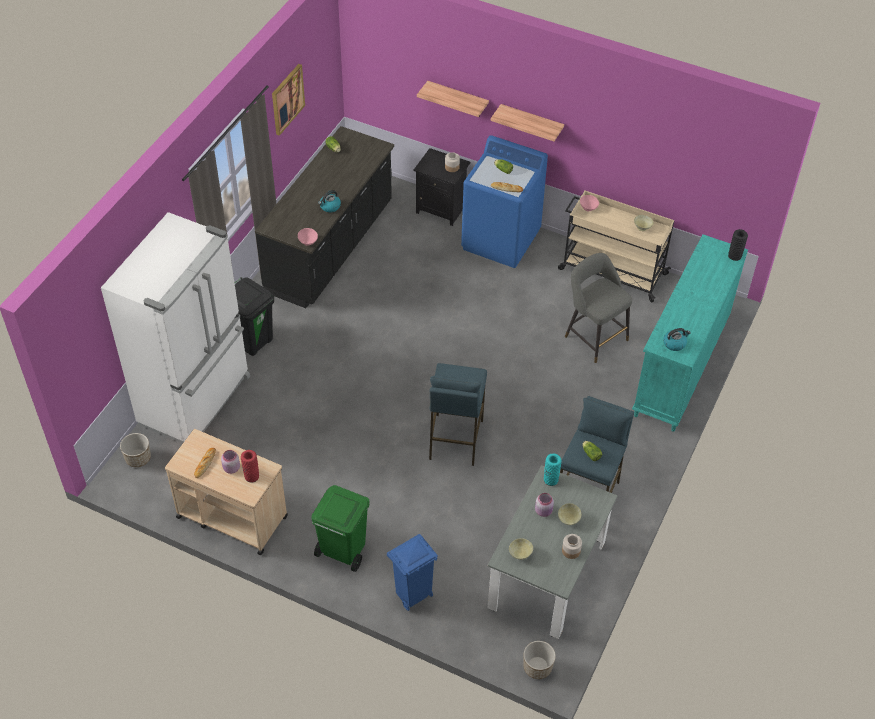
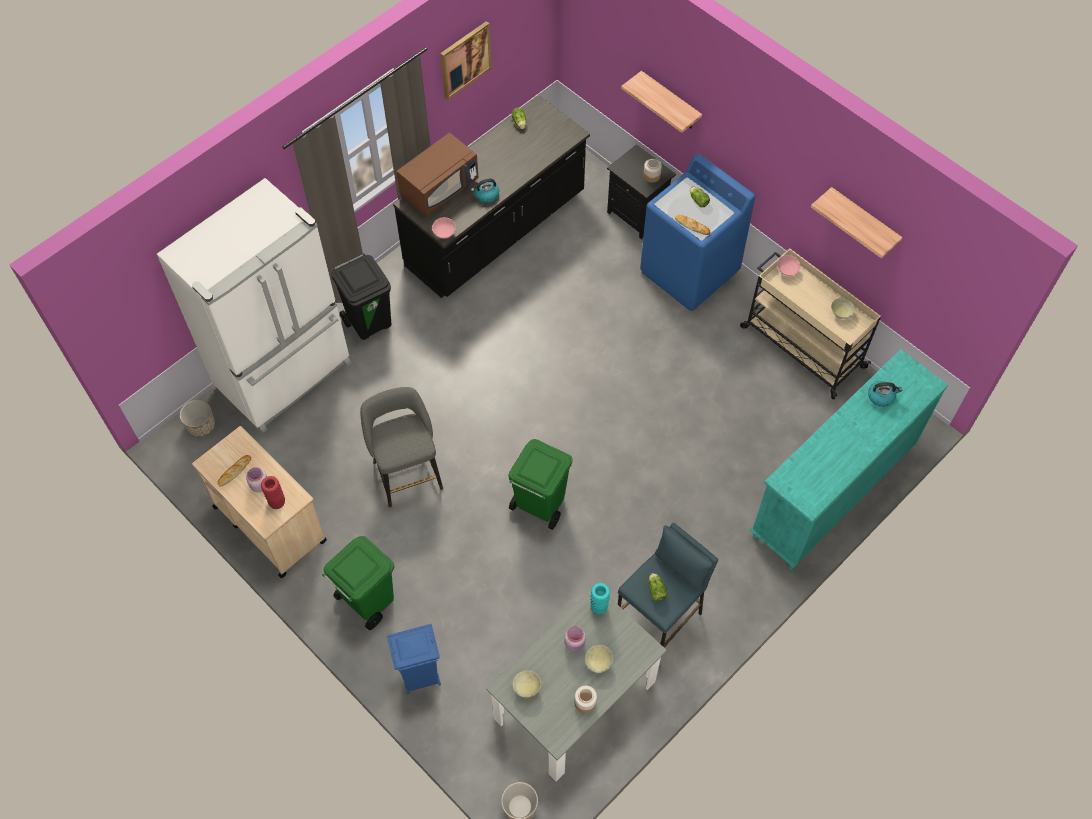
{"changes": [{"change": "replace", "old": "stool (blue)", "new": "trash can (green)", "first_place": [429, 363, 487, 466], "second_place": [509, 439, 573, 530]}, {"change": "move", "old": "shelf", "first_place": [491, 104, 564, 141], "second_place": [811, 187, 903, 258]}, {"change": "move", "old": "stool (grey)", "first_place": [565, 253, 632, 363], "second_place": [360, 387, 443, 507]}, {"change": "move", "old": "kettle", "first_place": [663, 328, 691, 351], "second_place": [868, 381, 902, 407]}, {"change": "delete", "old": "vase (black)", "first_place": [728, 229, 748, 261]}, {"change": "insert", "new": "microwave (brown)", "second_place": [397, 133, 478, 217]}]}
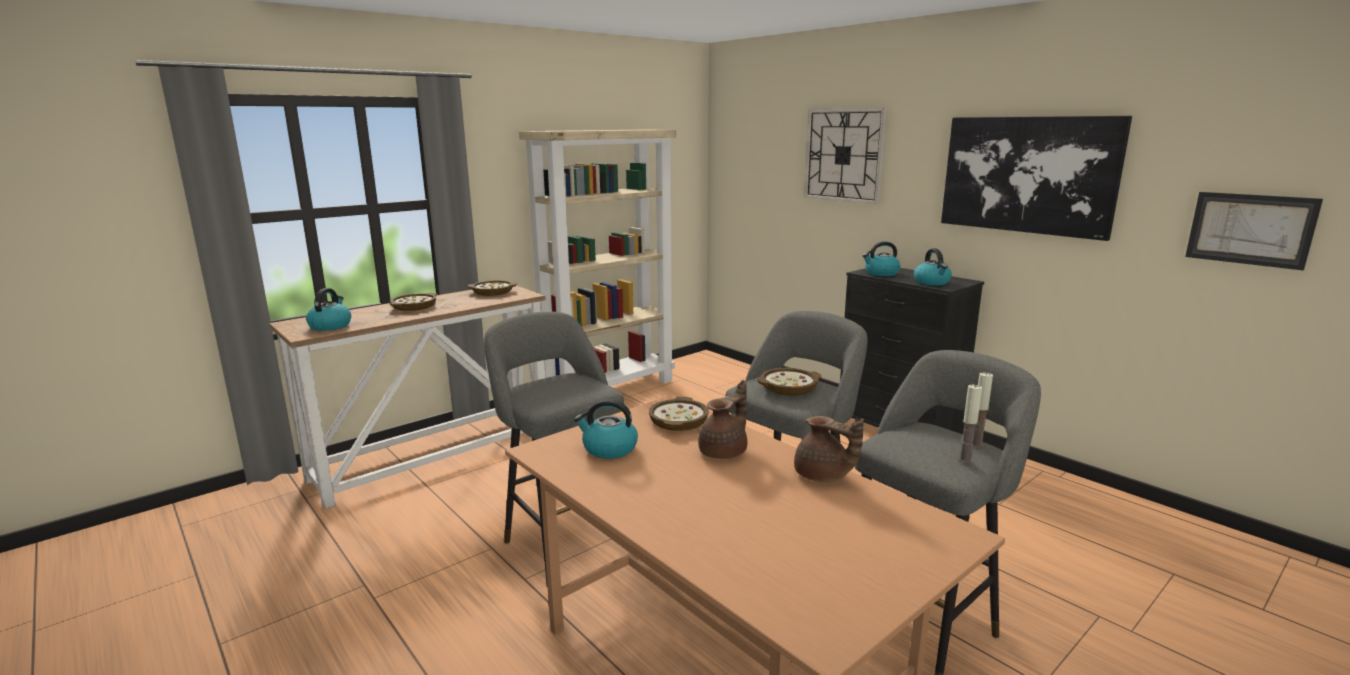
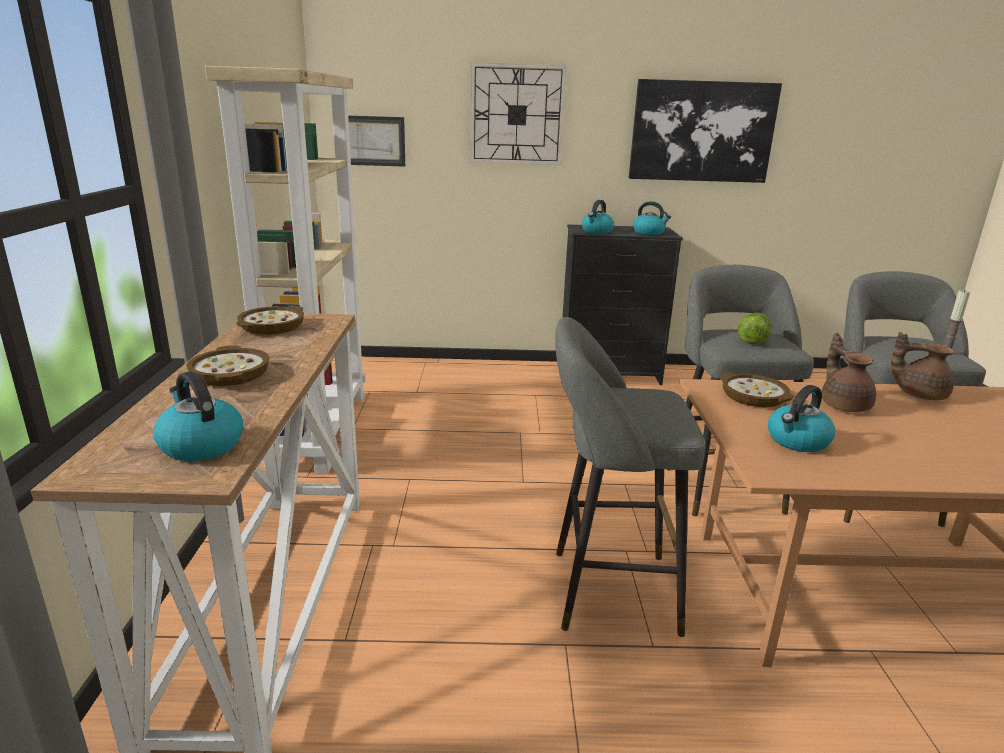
{"changes": [{"change": "replace", "old": "bowl", "new": "lettuce", "first_place": [757, 368, 822, 396], "second_place": [738, 313, 772, 345]}, {"change": "rotate", "old": "teapot (brown)", "first_place": [794, 416, 864, 482], "second_place": [891, 332, 955, 400], "degrees": -150}, {"change": "delete", "old": "candle", "first_place": [973, 372, 993, 448]}, {"change": "move", "old": "picture", "first_place": [1185, 192, 1323, 270], "second_place": [348, 116, 405, 167]}]}
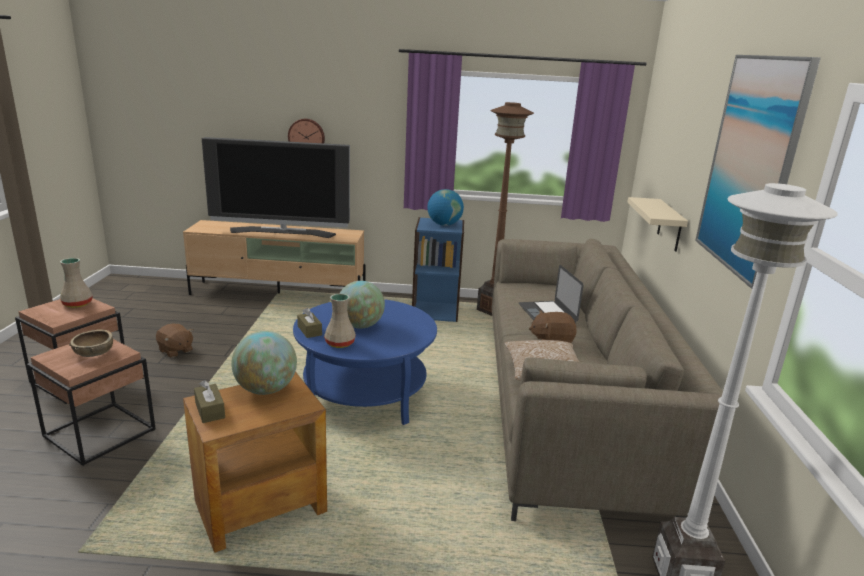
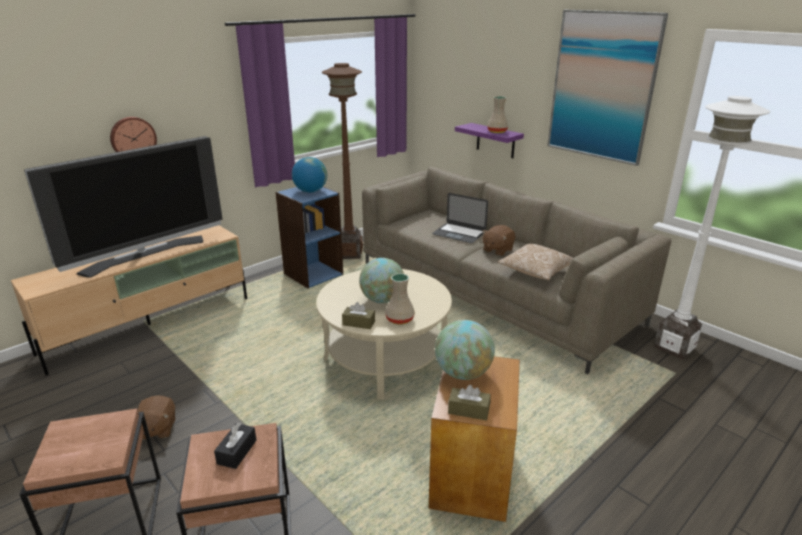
{"changes": [{"change": "move", "old": "vase (beige)", "first_place": [60, 258, 93, 308], "second_place": [487, 96, 508, 133]}, {"change": "replace", "old": "bowl (brown)", "new": "tissue box (black)", "first_place": [69, 329, 113, 357], "second_place": [214, 423, 256, 469]}, {"change": "rotate", "old": "plush toy (brown)", "first_place": [156, 324, 193, 358], "second_place": [138, 395, 175, 440], "degrees": 90}, {"change": "recolor", "old": "coffee table (blue)", "new": "coffee table (beige)", "first_place": [293, 299, 437, 425], "second_place": [316, 269, 452, 399]}, {"change": "recolor", "old": "shelf (beige)", "new": "shelf (purple)", "first_place": [627, 197, 688, 252], "second_place": [455, 123, 524, 158]}]}
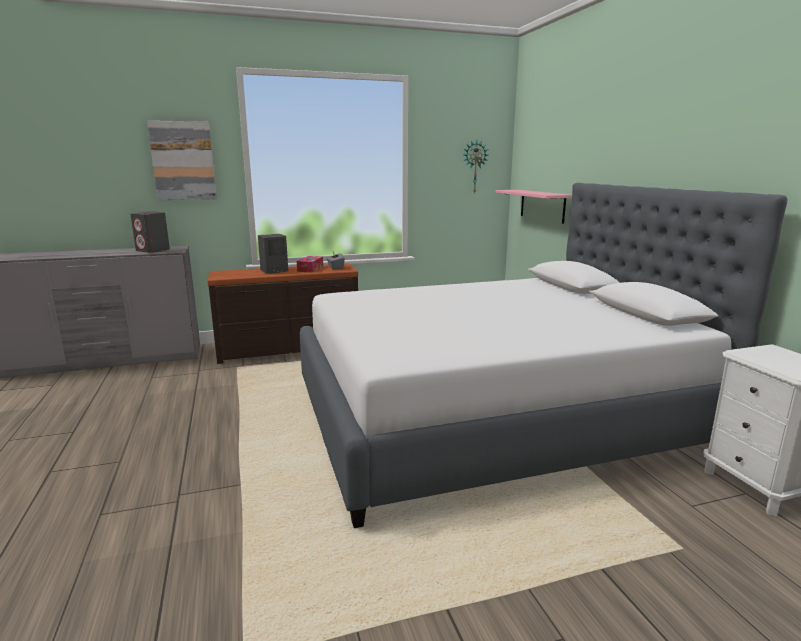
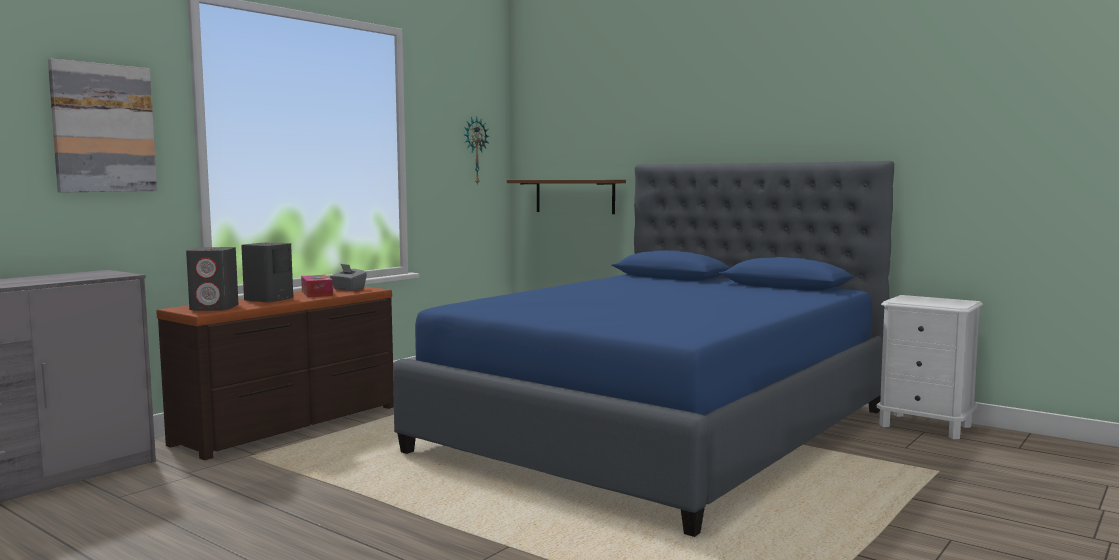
{"changes": [{"change": "move", "old": "speaker (grey)", "first_place": [130, 211, 170, 253], "second_place": [186, 247, 239, 311]}, {"change": "recolor", "old": "bed (white)", "new": "bed (blue)", "first_place": [300, 183, 787, 528], "second_place": [393, 161, 894, 537]}, {"change": "recolor", "old": "shelf (pink)", "new": "shelf (brown)", "first_place": [496, 190, 572, 224], "second_place": [507, 180, 626, 214]}]}
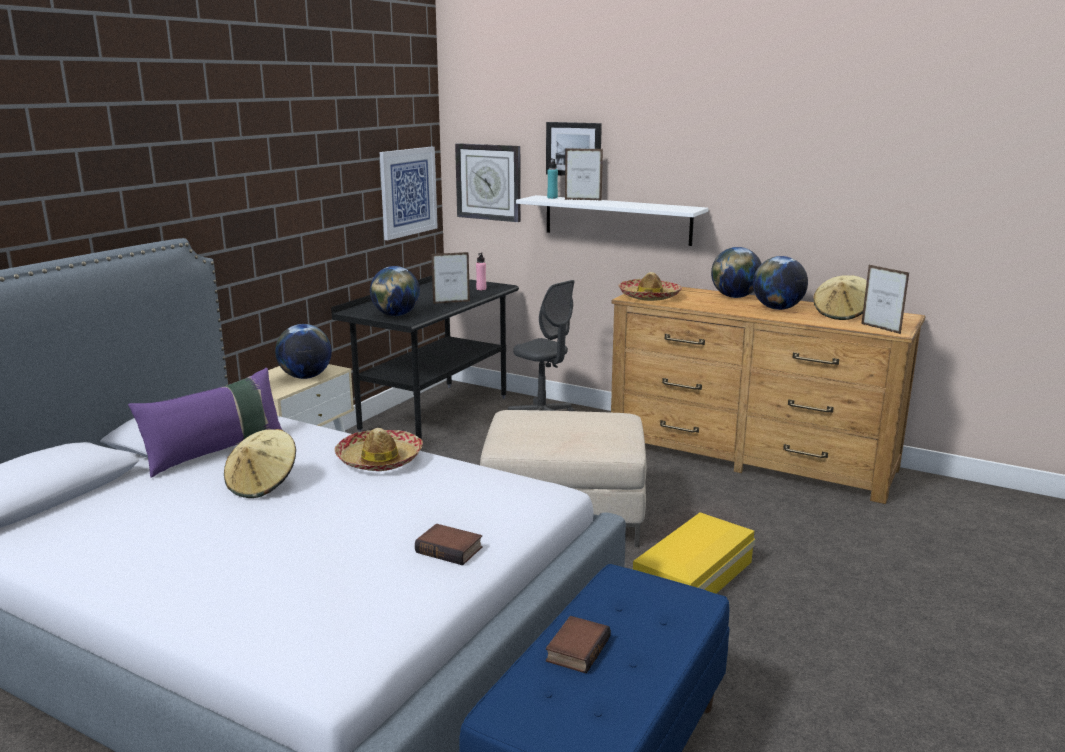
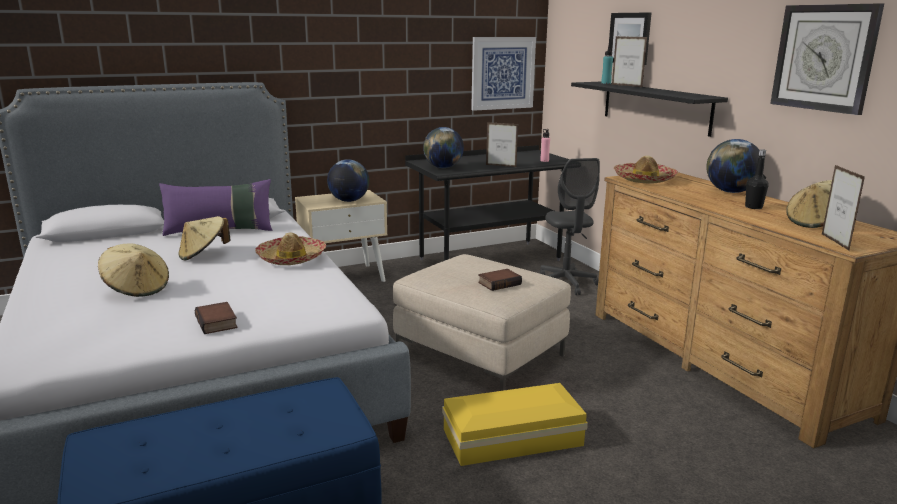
{"changes": [{"change": "move", "old": "wall clock", "first_place": [455, 143, 521, 222], "second_place": [770, 3, 884, 115]}, {"change": "recolor", "old": "shelf (white)", "new": "shelf (black)", "first_place": [516, 195, 708, 246], "second_place": [571, 82, 728, 137]}, {"change": "move", "old": "book", "first_place": [546, 616, 611, 674], "second_place": [478, 269, 522, 291]}, {"change": "replace", "old": "globe", "new": "bottle (black)", "first_place": [753, 256, 808, 310], "second_place": [745, 149, 769, 209]}, {"change": "insert", "new": "hat (beige)", "second_place": [98, 243, 169, 297]}]}
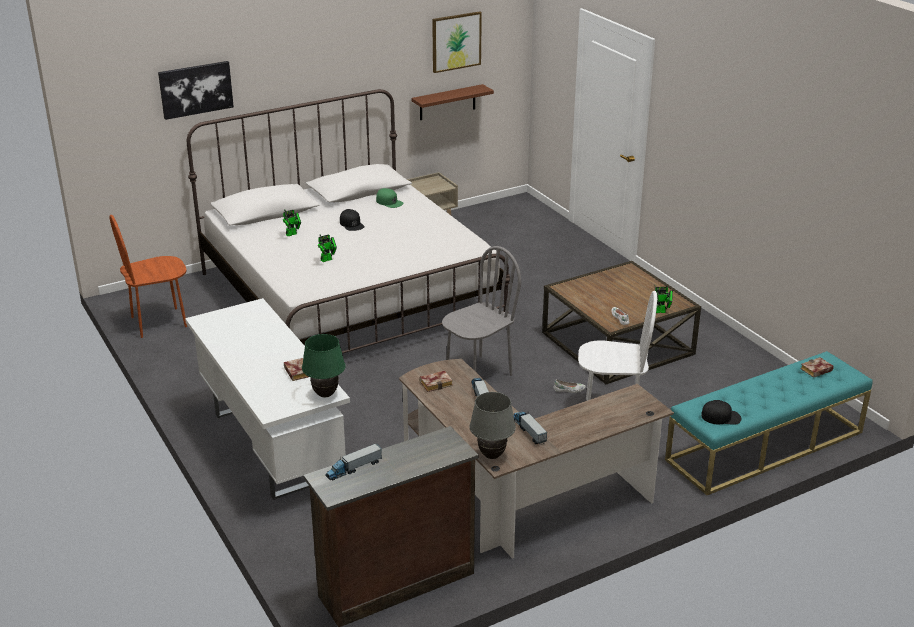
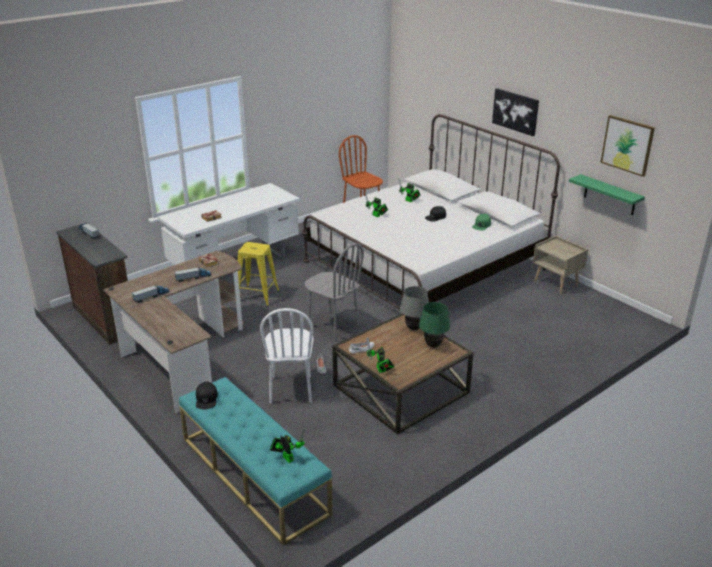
{"changes": [{"change": "move", "old": "picture", "first_place": [158, 61, 234, 120], "second_place": [492, 88, 539, 136]}, {"change": "move", "old": "table lamp (green)", "first_place": [302, 334, 346, 398], "second_place": [419, 302, 450, 348]}, {"change": "recolor", "old": "shelf (brown)", "new": "shelf (green)", "first_place": [411, 84, 494, 120], "second_place": [569, 174, 645, 215]}, {"change": "move", "old": "table lamp (grey)", "first_place": [469, 392, 516, 459], "second_place": [400, 286, 429, 330]}, {"change": "replace", "old": "book", "new": "toy robot", "first_place": [801, 357, 834, 378], "second_place": [270, 428, 305, 463]}, {"change": "insert", "new": "stool (yellow)", "second_place": [235, 242, 279, 306]}]}
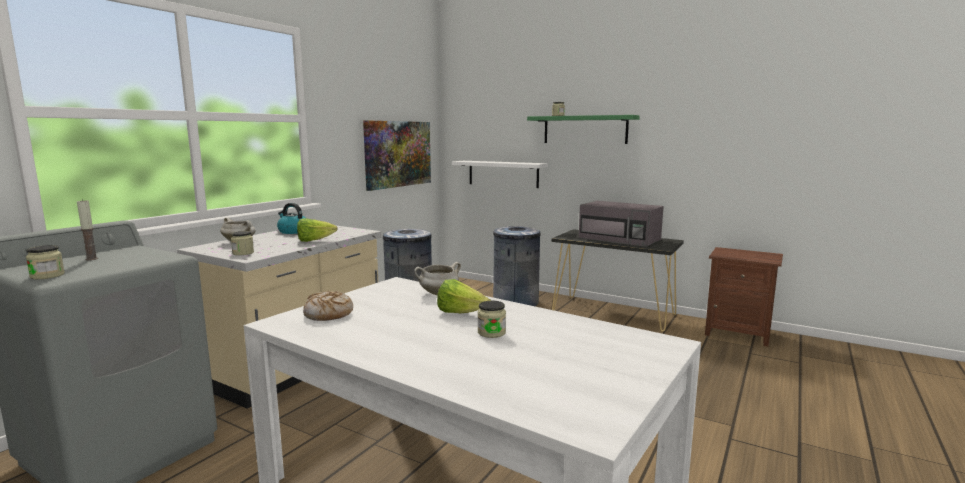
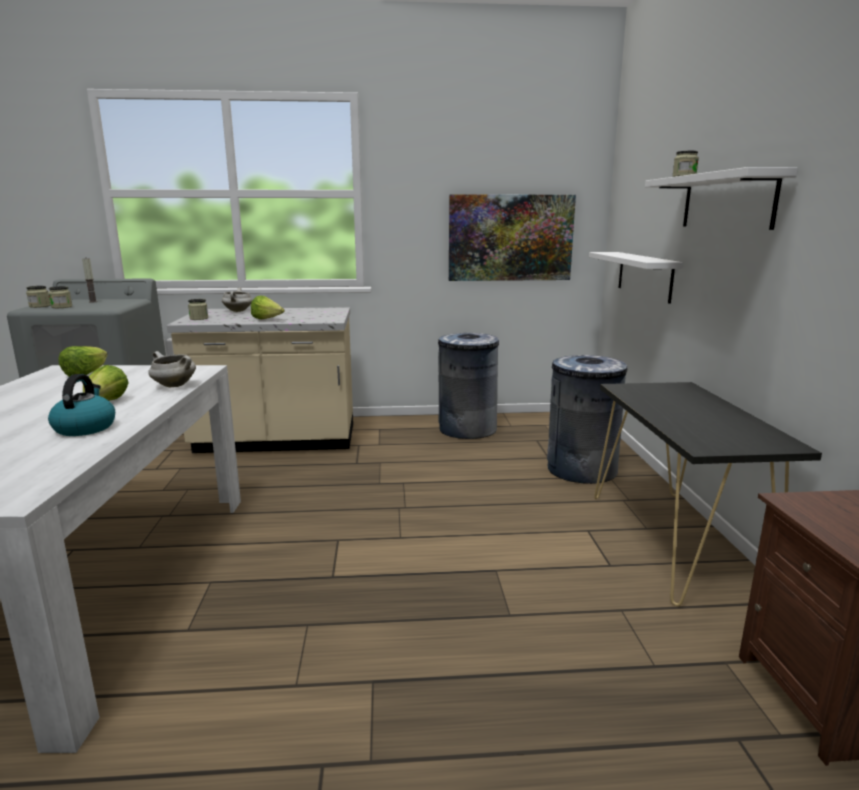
{"changes": [{"change": "move", "old": "kettle", "first_place": [277, 203, 307, 234], "second_place": [48, 374, 115, 436]}, {"change": "replace", "old": "bread", "new": "lettuce", "first_place": [303, 291, 353, 321], "second_place": [59, 346, 107, 377]}, {"change": "move", "old": "jar", "first_place": [478, 301, 506, 338], "second_place": [49, 286, 72, 308]}, {"change": "recolor", "old": "shelf (green)", "new": "shelf (white)", "first_place": [527, 115, 640, 144], "second_place": [645, 167, 798, 230]}, {"change": "delete", "old": "microwave (grey)", "first_place": [579, 201, 663, 247]}]}
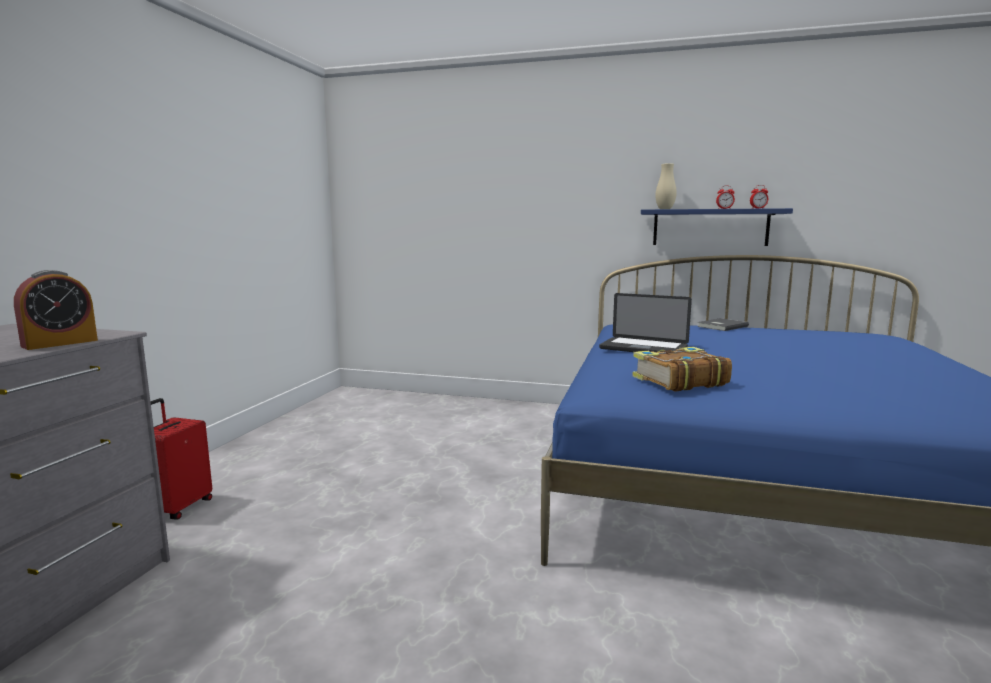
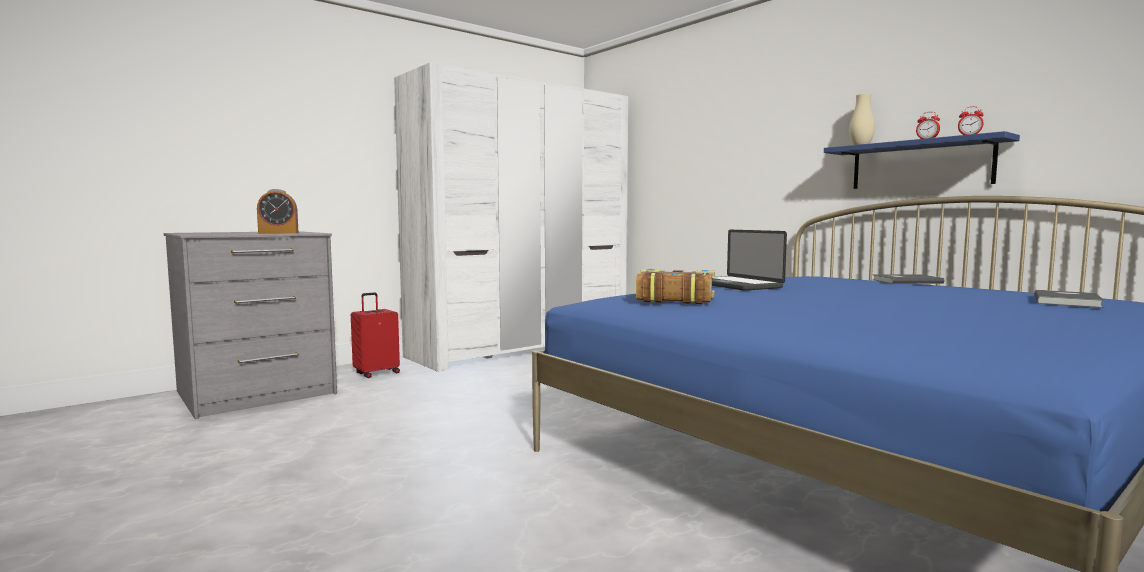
{"changes": [{"change": "insert", "new": "wardrobe (white)", "second_place": [394, 62, 628, 372]}, {"change": "insert", "new": "book (grey)", "second_place": [1034, 290, 1104, 308]}]}
